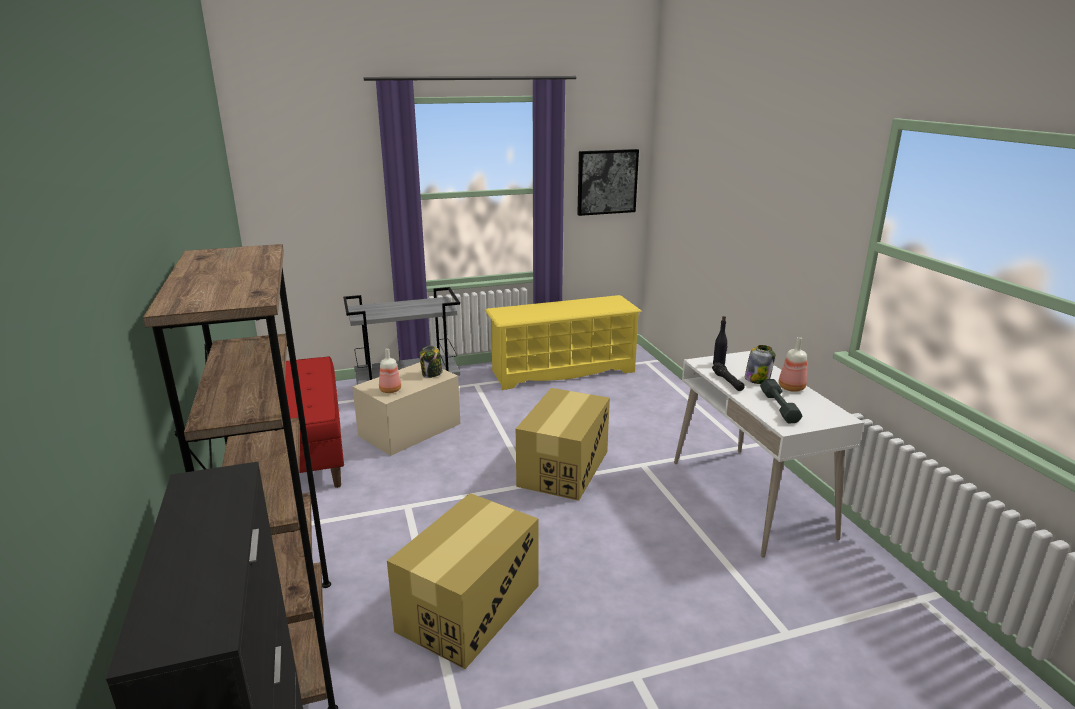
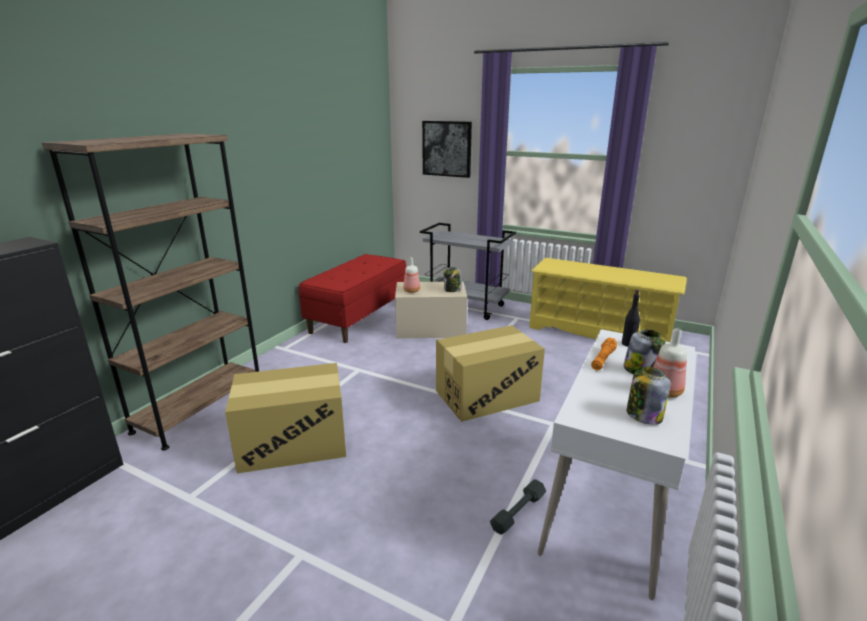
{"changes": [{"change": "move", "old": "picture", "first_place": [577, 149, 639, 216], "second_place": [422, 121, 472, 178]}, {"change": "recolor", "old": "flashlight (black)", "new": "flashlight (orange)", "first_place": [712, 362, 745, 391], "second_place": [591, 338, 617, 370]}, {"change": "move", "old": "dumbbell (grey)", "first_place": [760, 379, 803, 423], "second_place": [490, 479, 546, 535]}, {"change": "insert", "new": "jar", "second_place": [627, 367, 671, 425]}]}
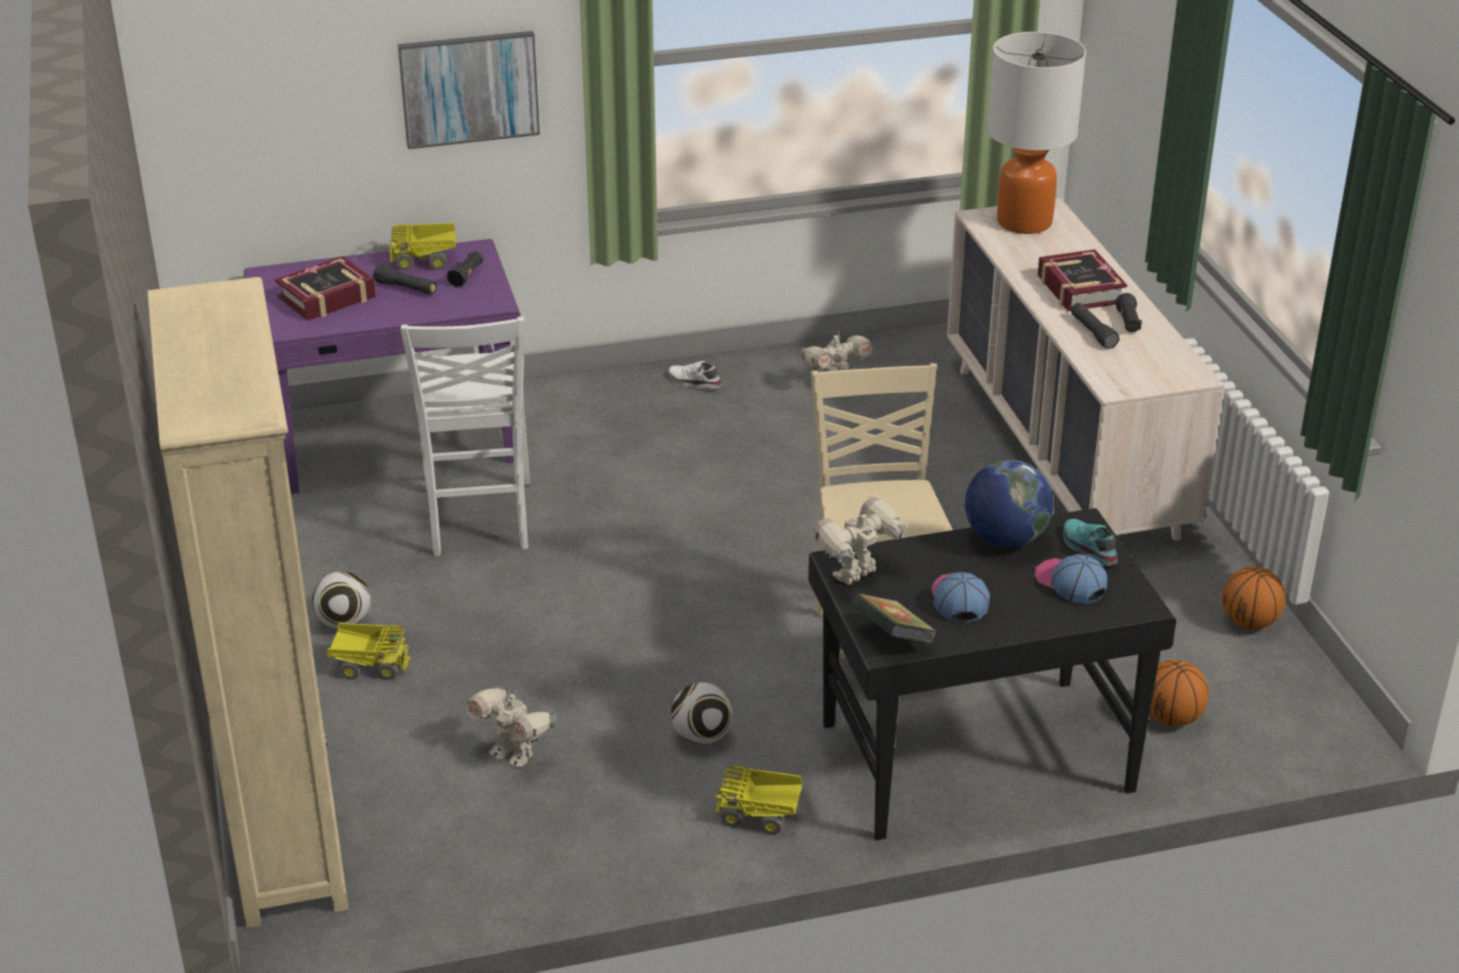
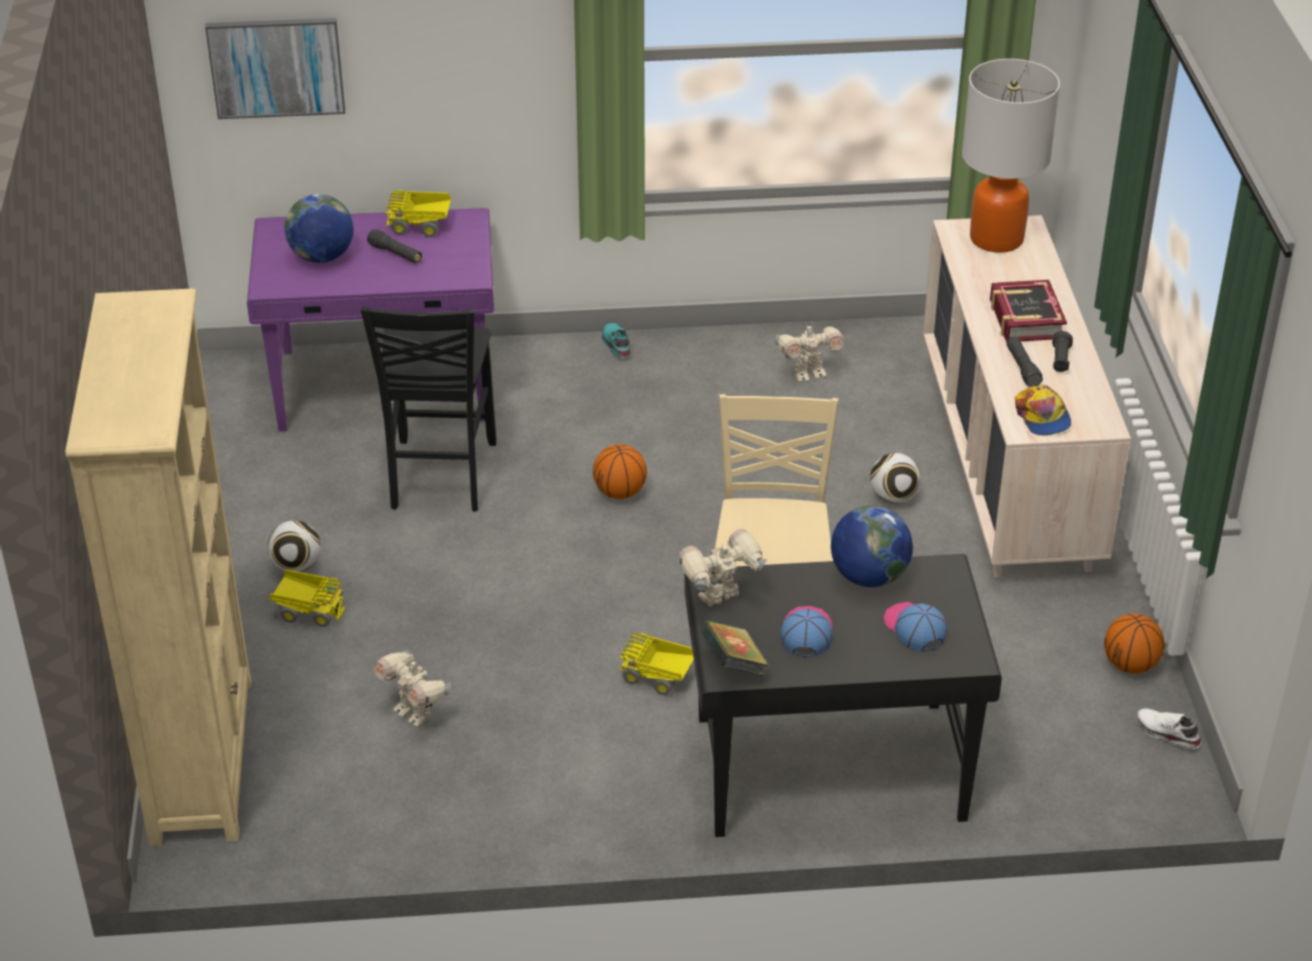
{"changes": [{"change": "replace", "old": "book", "new": "globe", "first_place": [275, 256, 376, 321], "second_place": [284, 194, 353, 263]}, {"change": "move", "old": "picture", "first_place": [398, 31, 540, 149], "second_place": [205, 18, 345, 119]}, {"change": "recolor", "old": "chair (white)", "new": "chair (black)", "first_place": [401, 316, 530, 557], "second_place": [361, 307, 496, 512]}, {"change": "delete", "old": "flashlight (black)", "first_place": [447, 251, 483, 287]}, {"change": "move", "old": "shoe (white)", "first_place": [668, 361, 722, 390], "second_place": [1137, 708, 1201, 749]}, {"change": "move", "old": "football", "first_place": [671, 682, 733, 745], "second_place": [870, 453, 921, 503]}, {"change": "move", "old": "toy truck", "first_place": [715, 766, 802, 835], "second_place": [619, 633, 694, 695]}, {"change": "move", "old": "shoe (turquoise)", "first_place": [1063, 519, 1118, 566], "second_place": [602, 323, 631, 358]}, {"change": "move", "old": "basketball", "first_place": [1150, 660, 1209, 727], "second_place": [593, 444, 647, 499]}, {"change": "insert", "new": "cap", "second_place": [1015, 385, 1071, 435]}]}
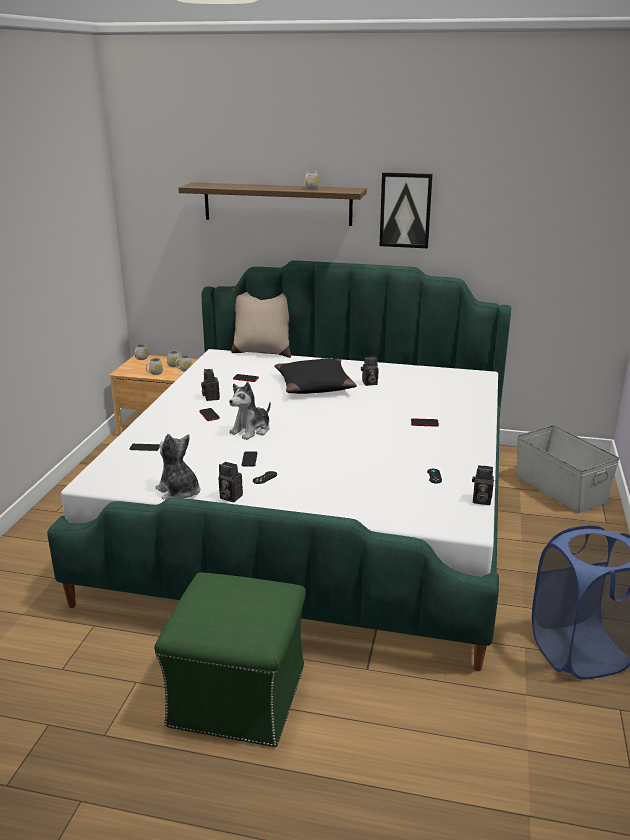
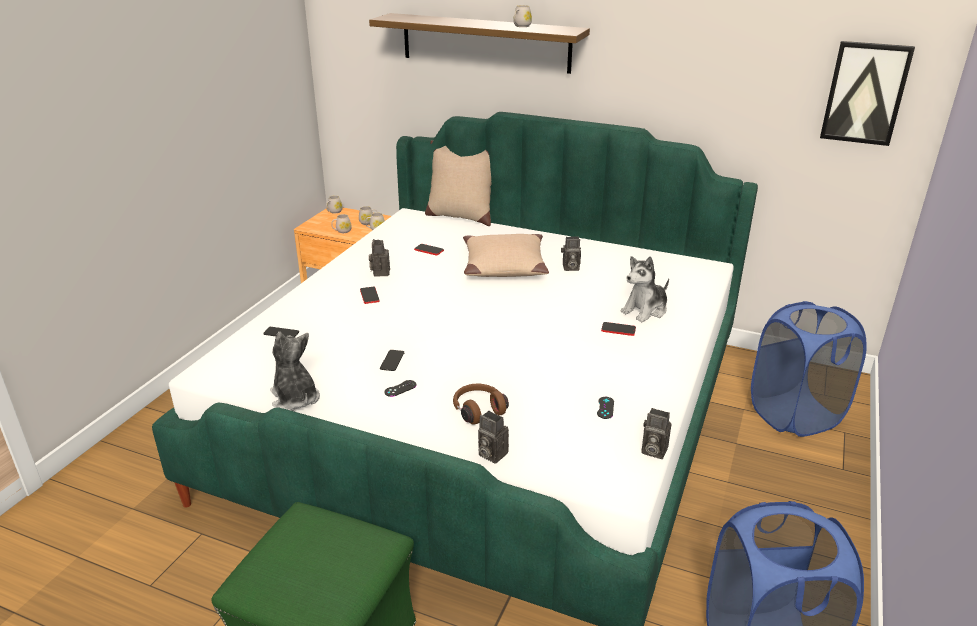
{"changes": [{"change": "move", "old": "photo camera", "first_place": [218, 461, 243, 502], "second_place": [478, 411, 509, 463]}, {"change": "move", "old": "plush toy", "first_place": [229, 382, 271, 440], "second_place": [620, 256, 669, 322]}, {"change": "recolor", "old": "pillow (black)", "new": "pillow (beige)", "first_place": [274, 359, 357, 394], "second_place": [463, 234, 549, 277]}, {"change": "move", "old": "picture", "first_place": [379, 172, 433, 248], "second_place": [820, 41, 915, 146]}, {"change": "replace", "old": "storage box (grey)", "new": "laundry basket (blue)", "first_place": [516, 425, 620, 513], "second_place": [751, 301, 867, 437]}, {"change": "insert", "new": "headphones (brown)", "second_place": [453, 384, 509, 425]}]}
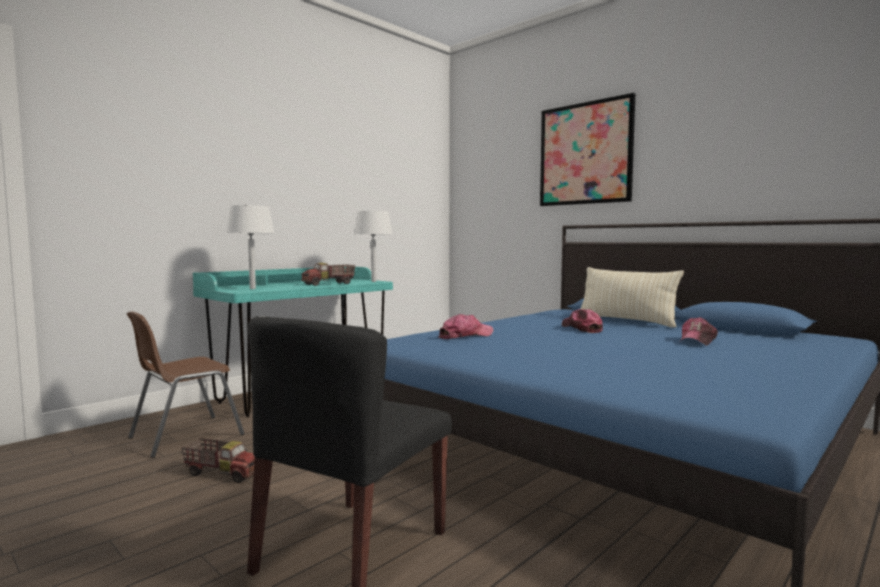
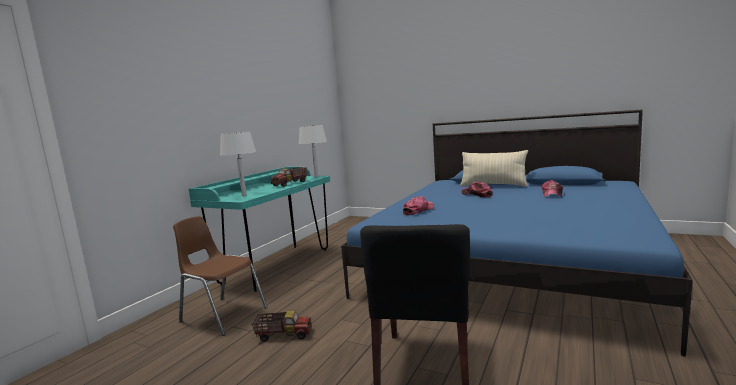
{"changes": [{"change": "rotate", "old": "chair (brown)", "first_place": [127, 311, 244, 458], "second_place": [173, 216, 267, 336], "degrees": 90}, {"change": "delete", "old": "picture", "first_place": [540, 93, 635, 206]}]}
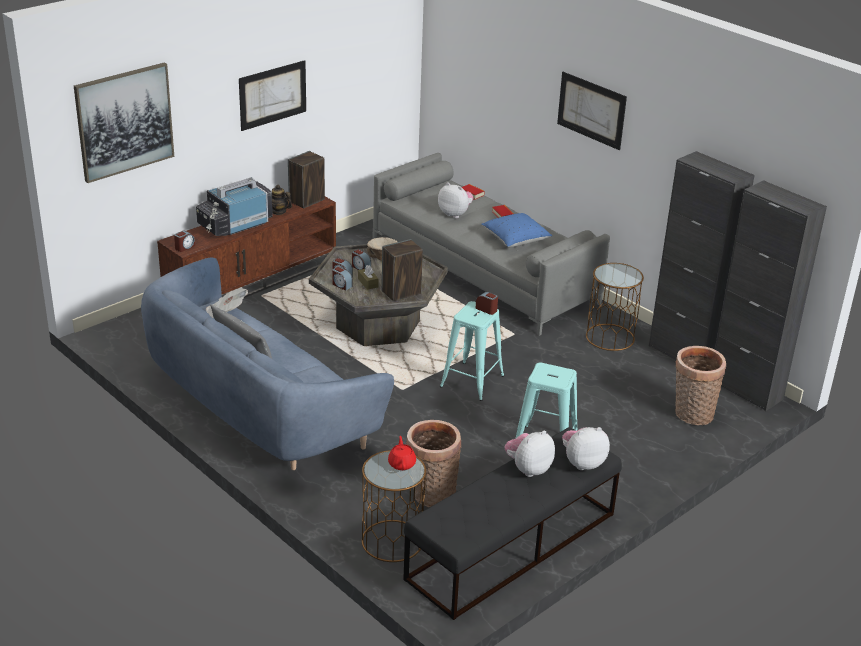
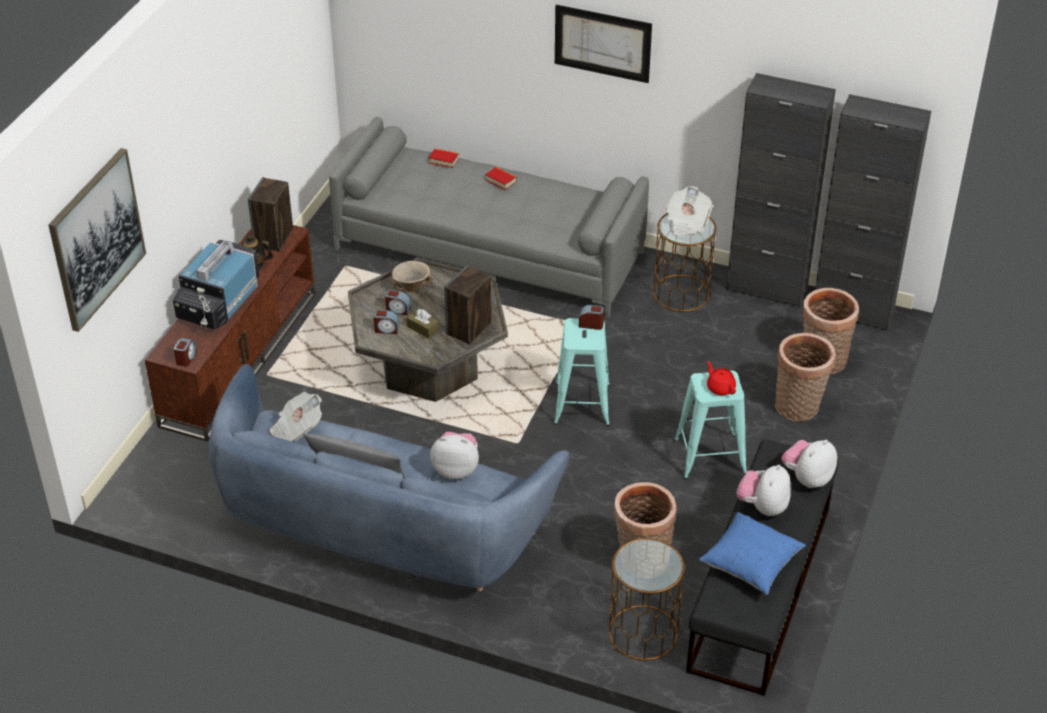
{"changes": [{"change": "delete", "old": "picture", "first_place": [239, 60, 306, 131]}, {"change": "delete", "old": "alarm clock", "first_place": [332, 267, 352, 291]}, {"change": "move", "old": "teapot (red)", "first_place": [388, 436, 416, 470], "second_place": [707, 361, 736, 395]}, {"change": "move", "old": "plush toy", "first_place": [438, 182, 473, 218], "second_place": [430, 432, 479, 479]}, {"change": "move", "old": "pillow (blue)", "first_place": [481, 213, 552, 247], "second_place": [699, 512, 806, 595]}, {"change": "insert", "new": "newspaper", "second_place": [666, 186, 713, 236]}, {"change": "insert", "new": "basket", "second_place": [775, 333, 836, 421]}]}
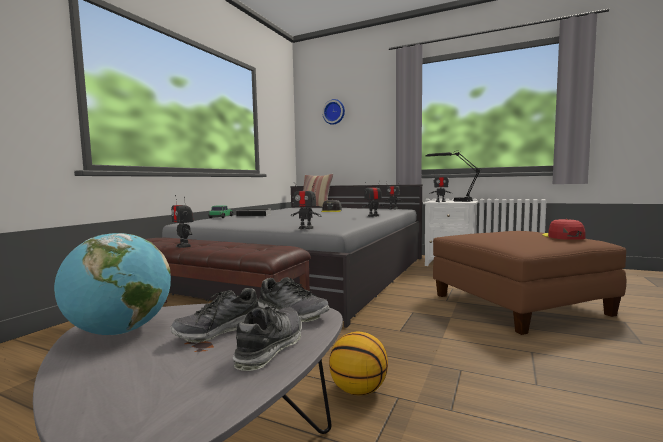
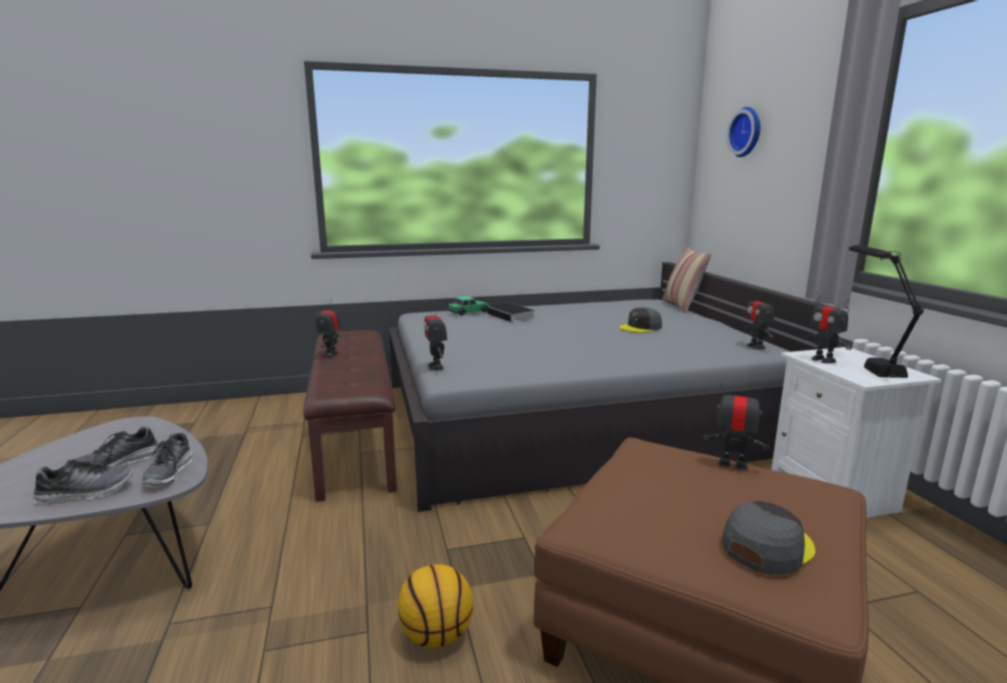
{"changes": [{"change": "delete", "old": "globe", "first_place": [54, 233, 171, 335]}, {"change": "rotate", "old": "shoe", "first_place": [170, 288, 259, 343], "second_place": [75, 426, 159, 467], "degrees": -60}, {"change": "move", "old": "basketball", "first_place": [329, 331, 388, 395], "second_place": [398, 564, 473, 648]}, {"change": "move", "old": "toy robot", "first_place": [362, 181, 384, 217], "second_place": [702, 382, 770, 470]}, {"change": "recolor", "old": "cap (red)", "new": "cap (grey)", "first_place": [542, 219, 586, 240], "second_place": [722, 501, 815, 575]}]}
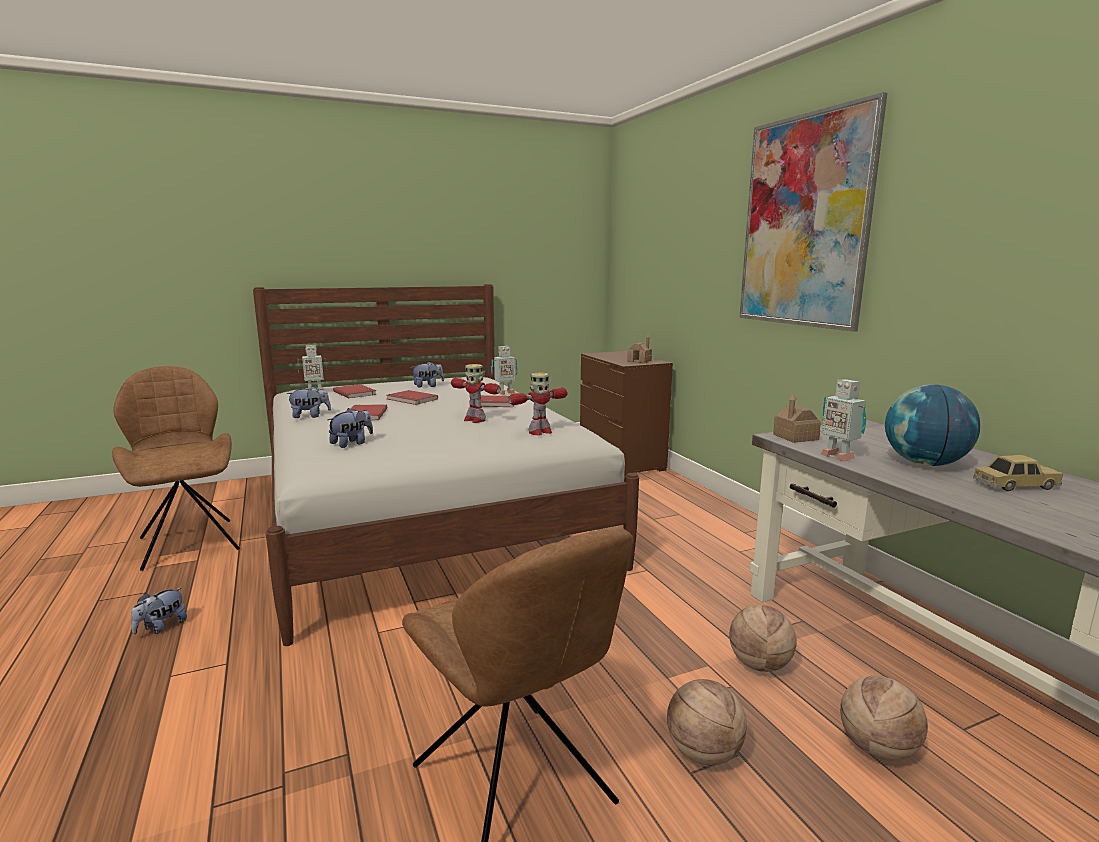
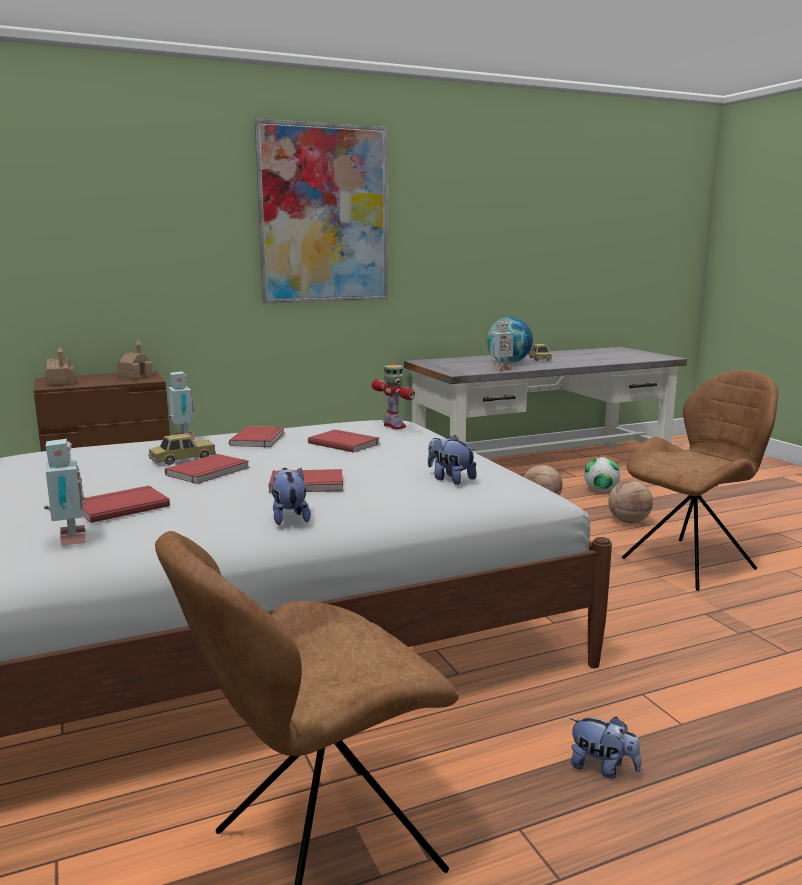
{"changes": [{"change": "delete", "old": "plush toy", "first_place": [411, 362, 444, 387]}, {"change": "replace", "old": "toy robot", "new": "book (red)", "first_place": [451, 364, 501, 423], "second_place": [308, 430, 380, 453]}, {"change": "move", "old": "toy house", "first_place": [773, 394, 821, 443], "second_place": [45, 347, 75, 386]}, {"change": "replace", "old": "basketball", "new": "football", "first_place": [840, 676, 928, 761], "second_place": [584, 457, 620, 492]}, {"change": "insert", "new": "toy car", "second_place": [148, 433, 216, 465]}]}
